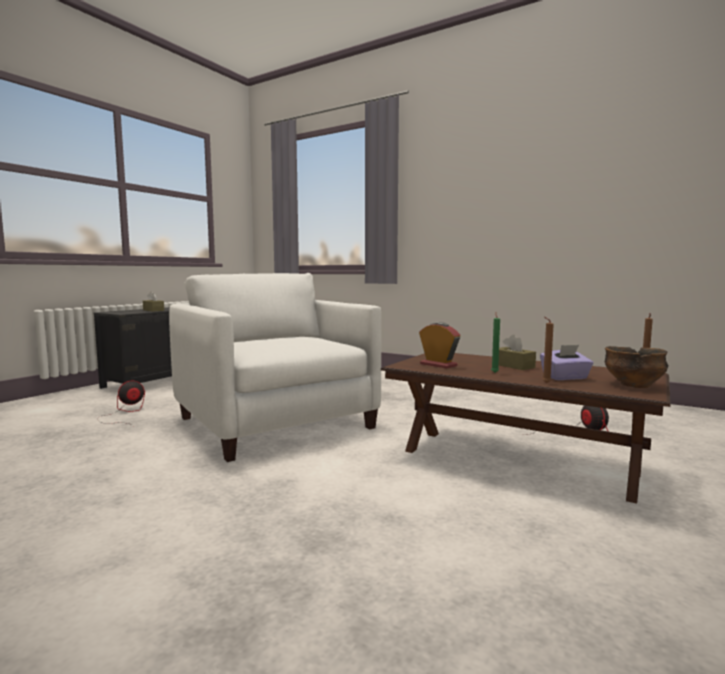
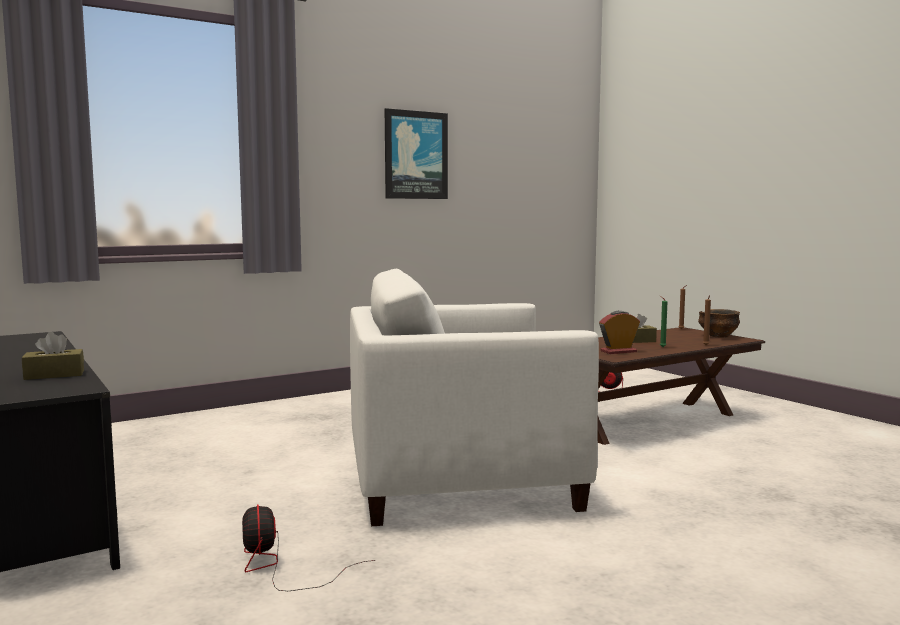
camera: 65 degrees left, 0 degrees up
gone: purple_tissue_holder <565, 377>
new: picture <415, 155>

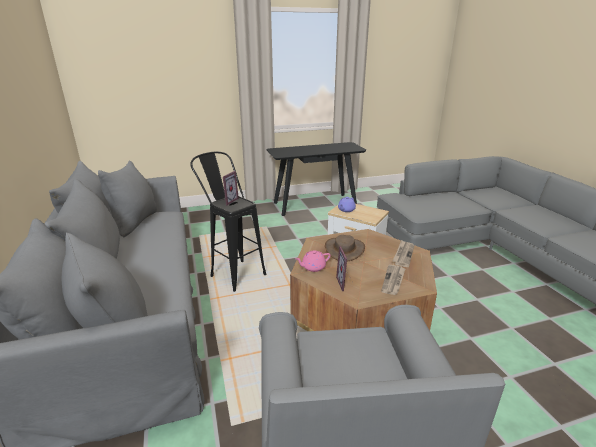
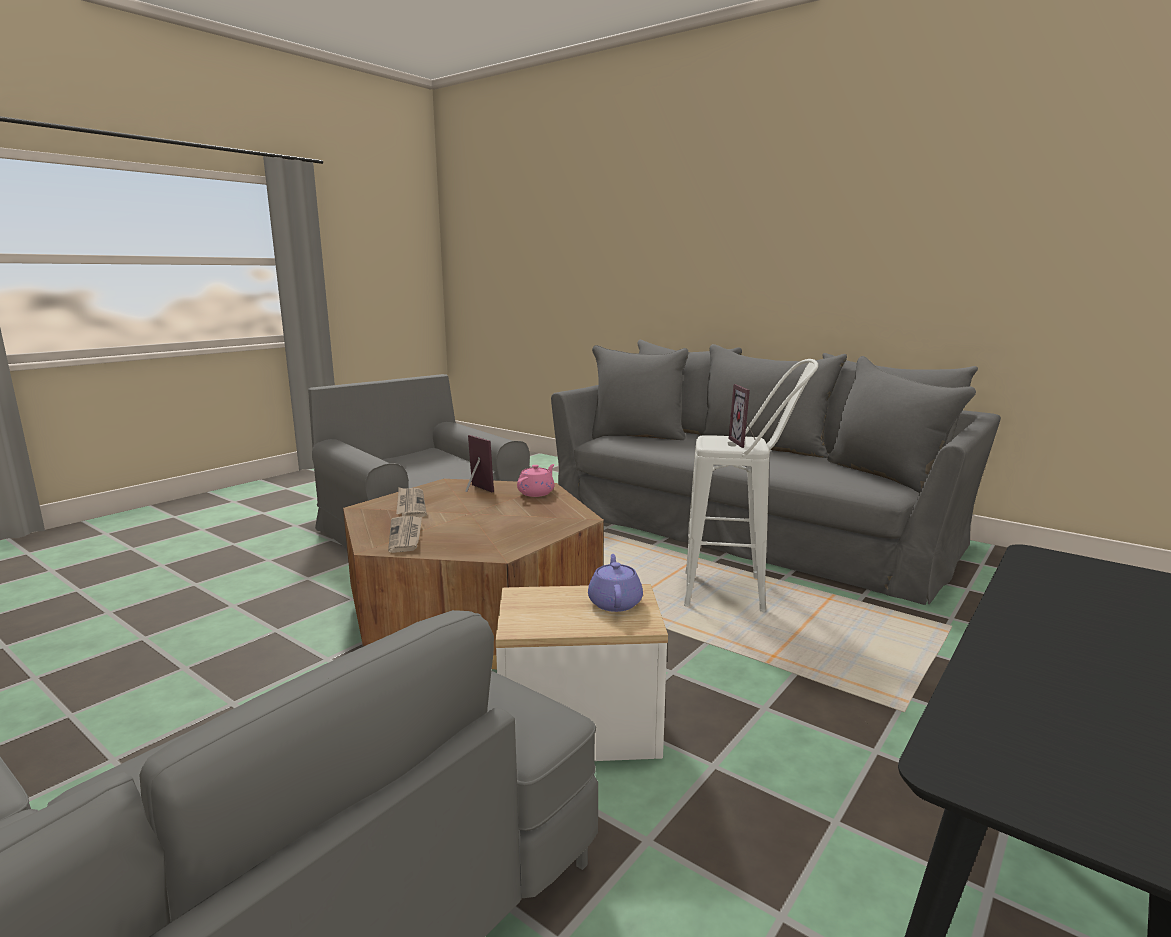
camera: 145 degrees right, 10 degrees down
gone: brownish_clothing_hat <344, 249>
repainted: black-coloured_sitting_stool <233, 272> to white-coloured_sitting_stool <739, 593>

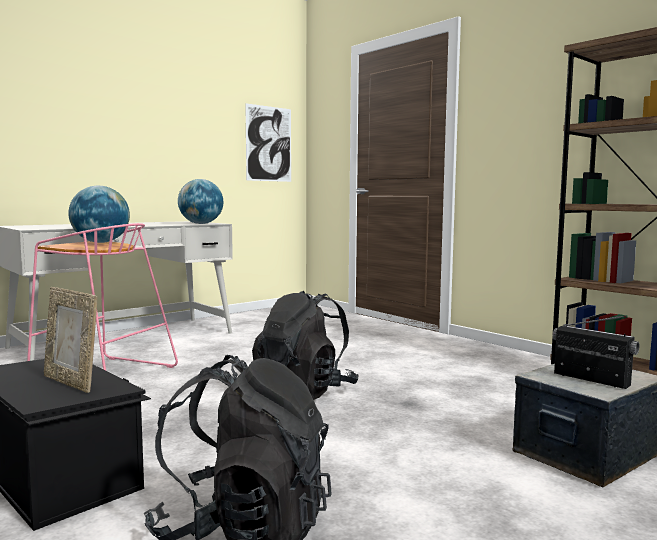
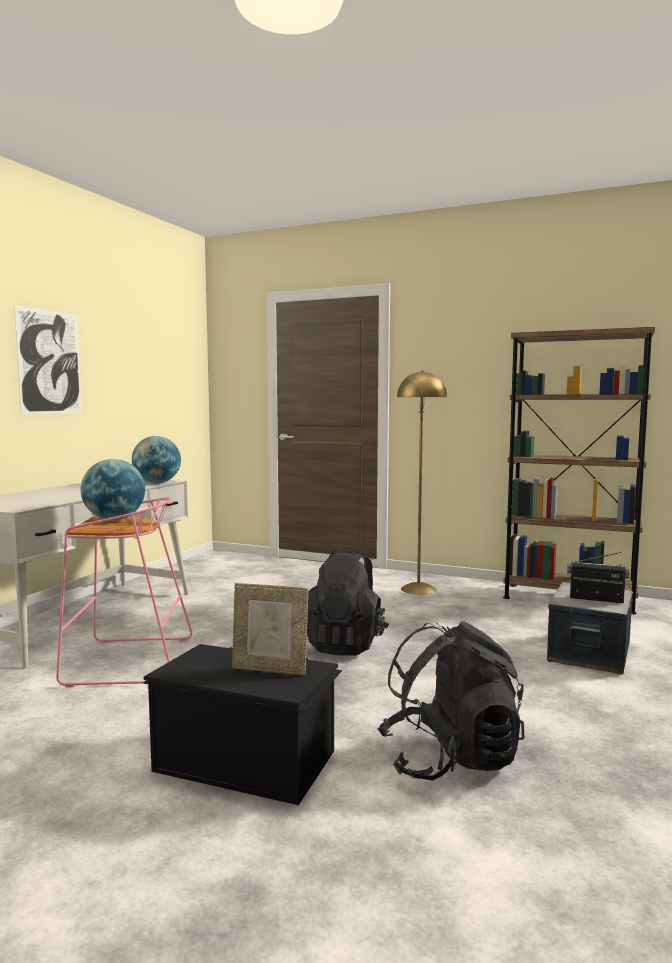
camera: 25 degrees left, 0 degrees up
new: yellowish_standing_lamp <418, 589>
shifted: picture <269, 144> to <50, 362>

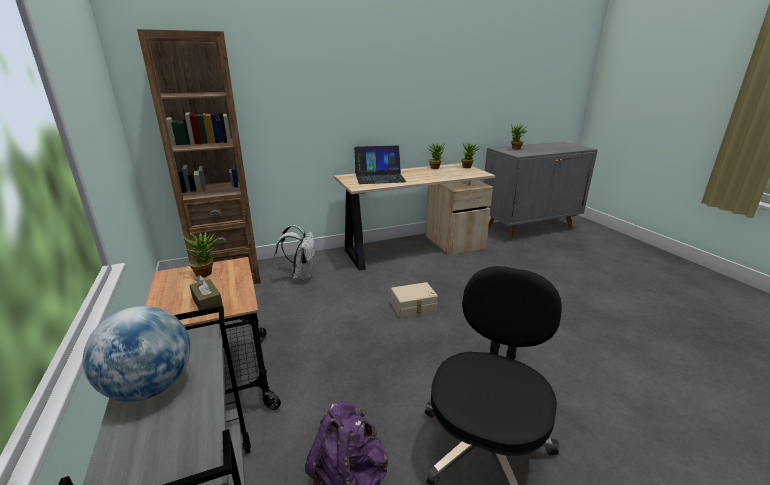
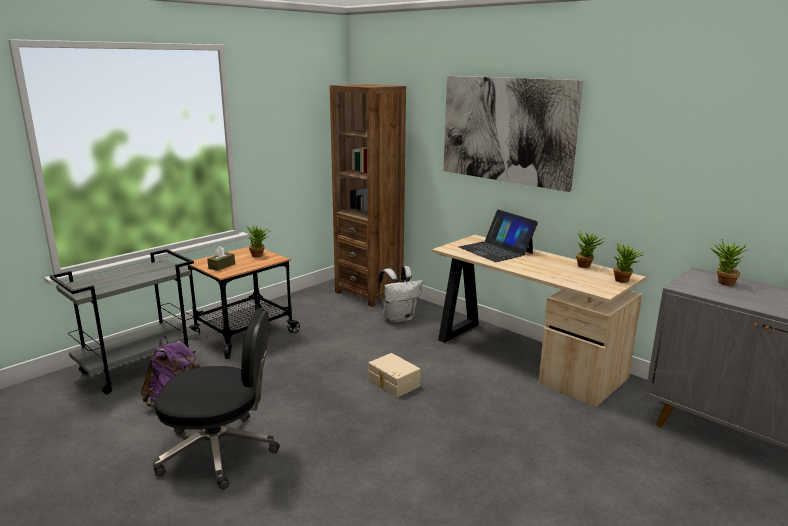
camera: 65 degrees right, 5 degrees down
gone: globe <151, 387>
new: picture <507, 130>

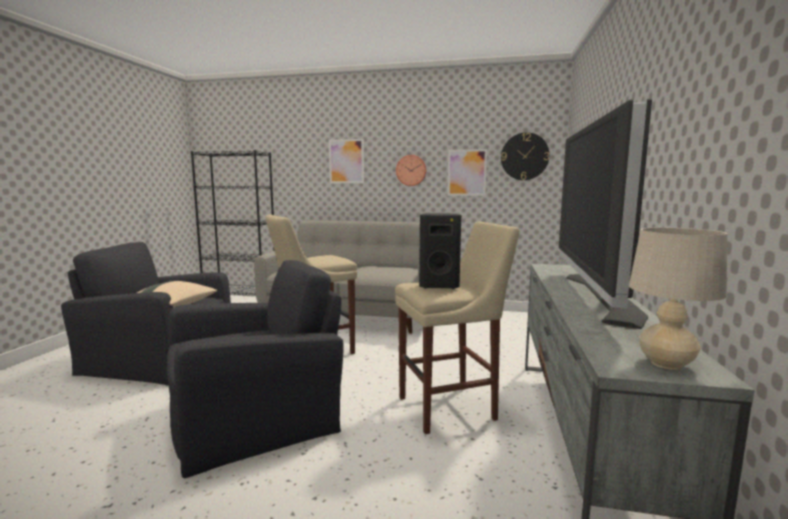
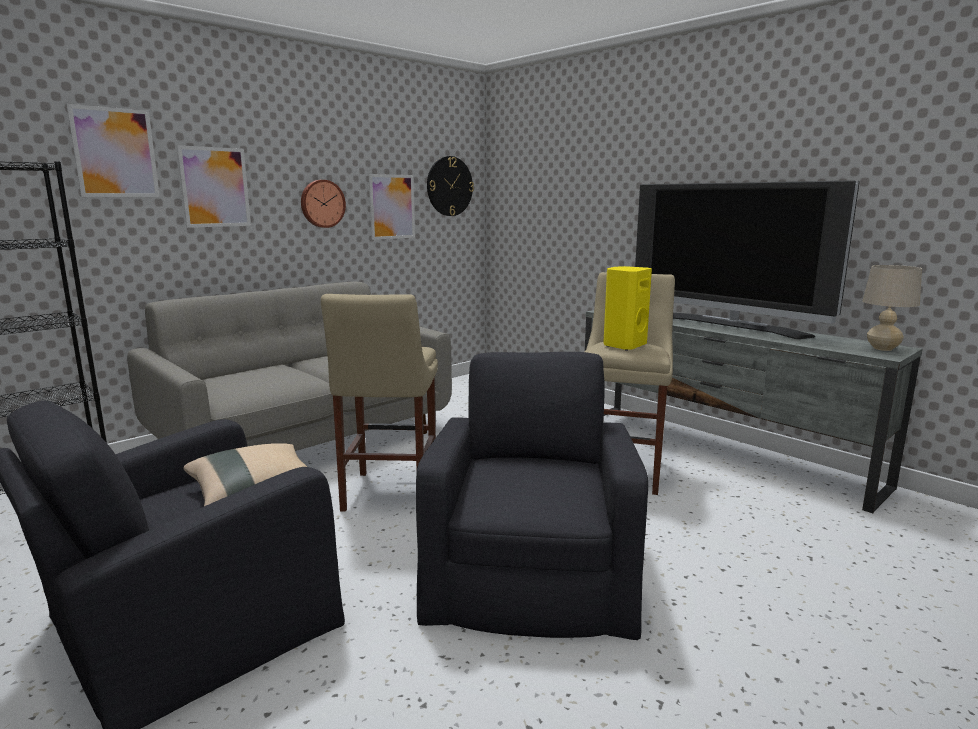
camera: 55 degrees left, 5 degrees up
new: picture <115, 153>
repainted: black-coloured_speaker <438, 286> to yellowish_speaker <623, 345>

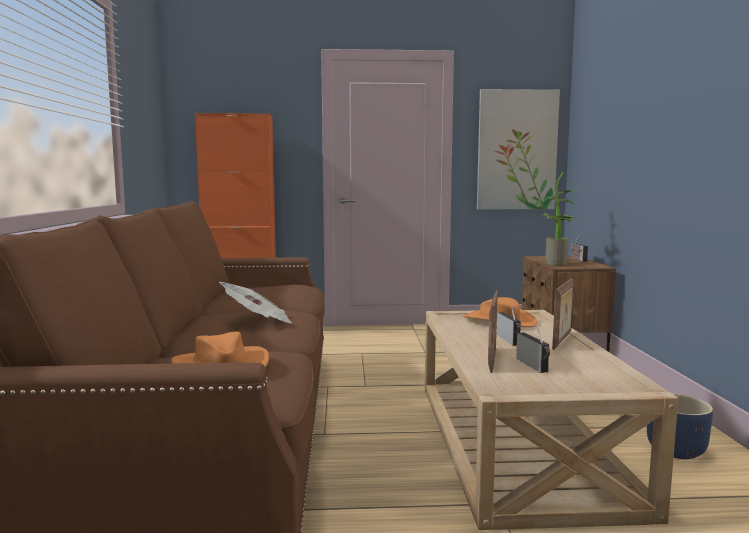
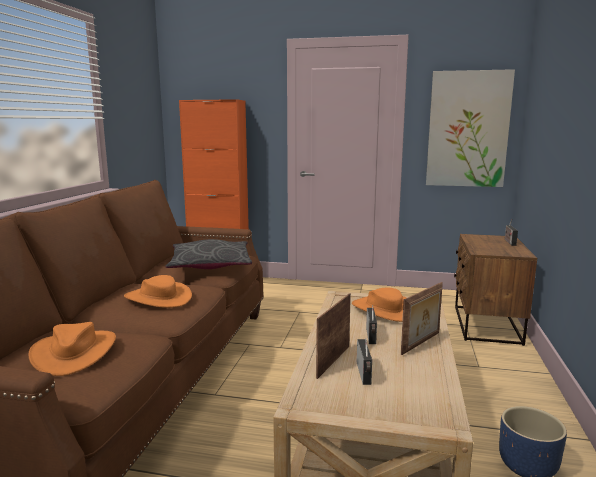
camera: 15 degrees right, 5 degrees up
gone: houseplant <558, 264>
new: grey_throw_pillow <210, 265>
swapped: printed_paper <258, 321> to orange-coloured_clothing_hat <158, 298>

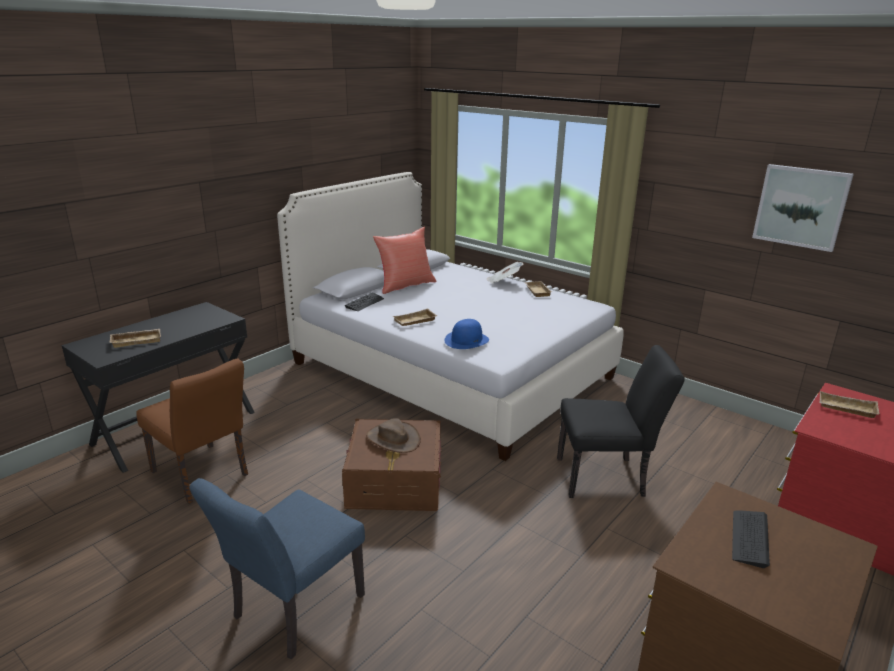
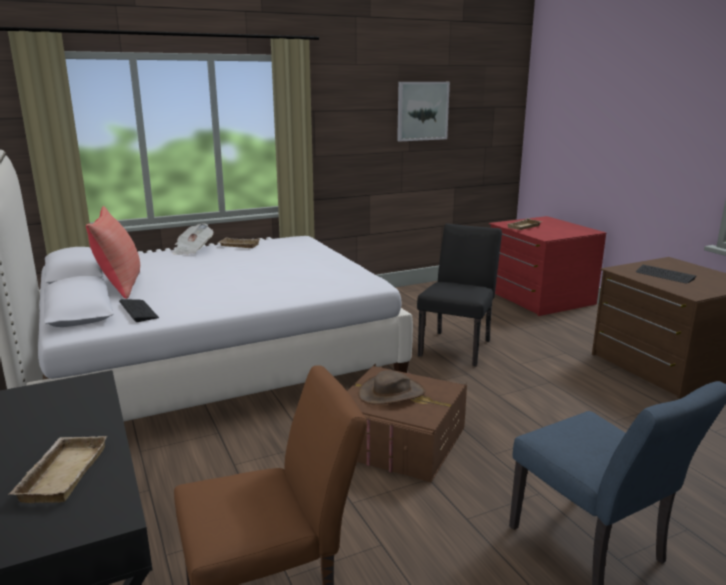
camera: 65 degrees left, 5 degrees down
gone: beige_tray <415, 321>; blue_clothing_hat <466, 340>

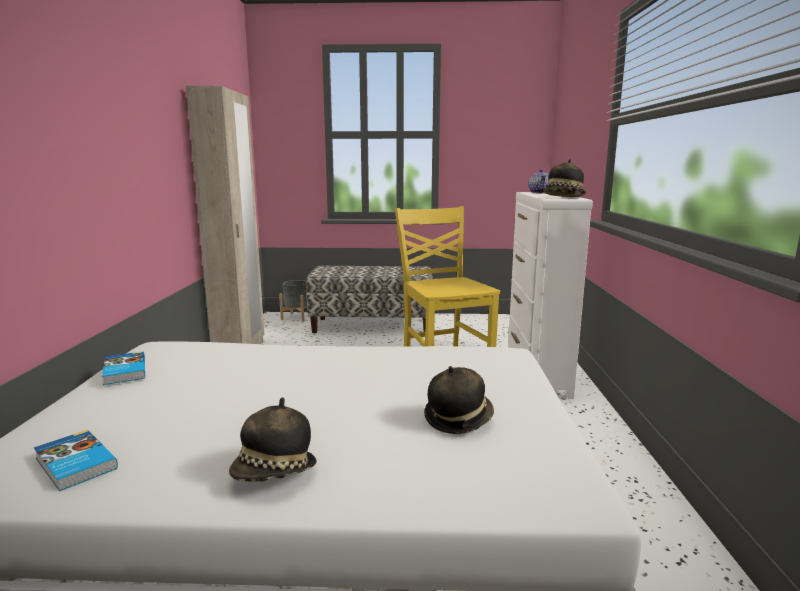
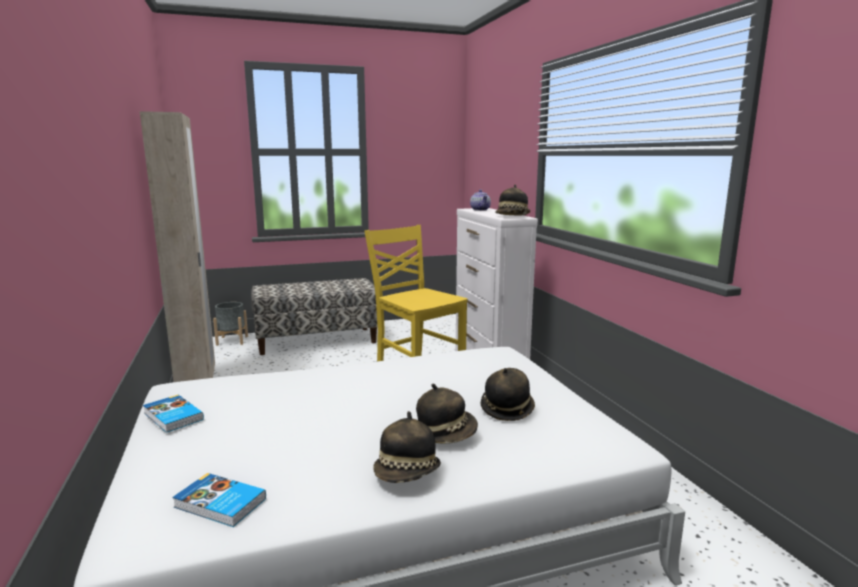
camera: 20 degrees left, 0 degrees up
new: clothing_hat <446, 434>

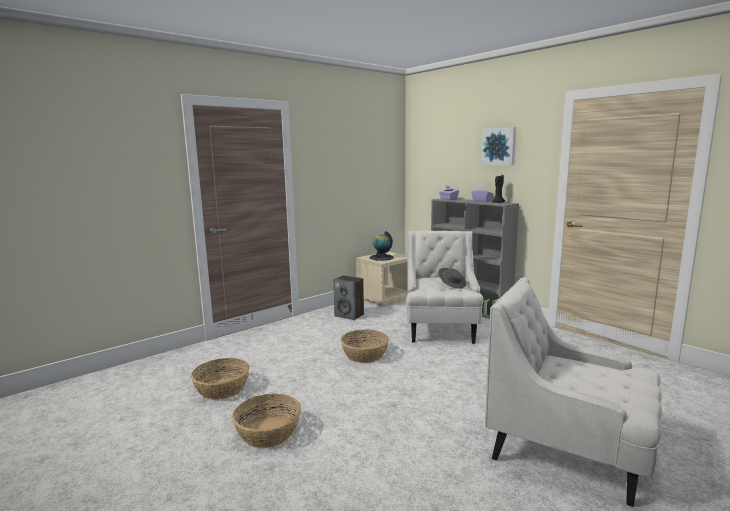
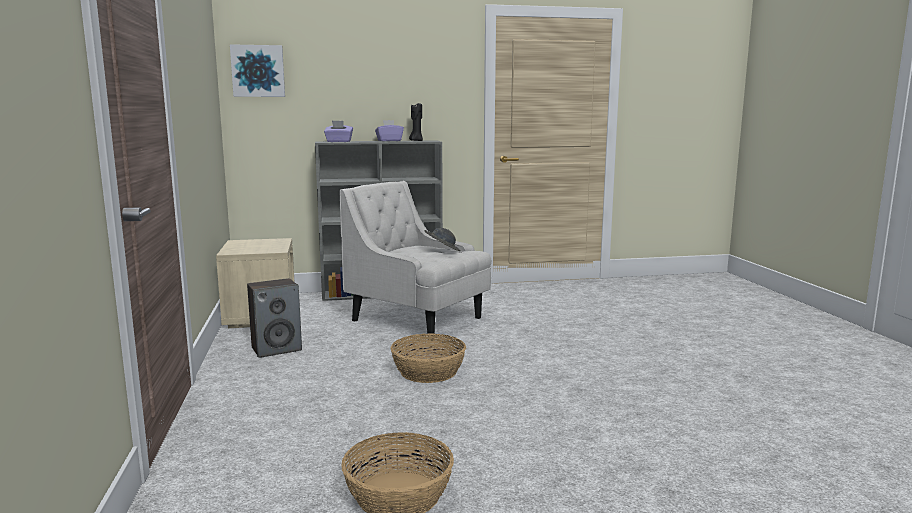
camera: 60 degrees left, 0 degrees up
gone: basket <268, 432>; globe <381, 257>; white-coloured_easy_chair <568, 452>
shifted: picture <499, 146> to <258, 71>

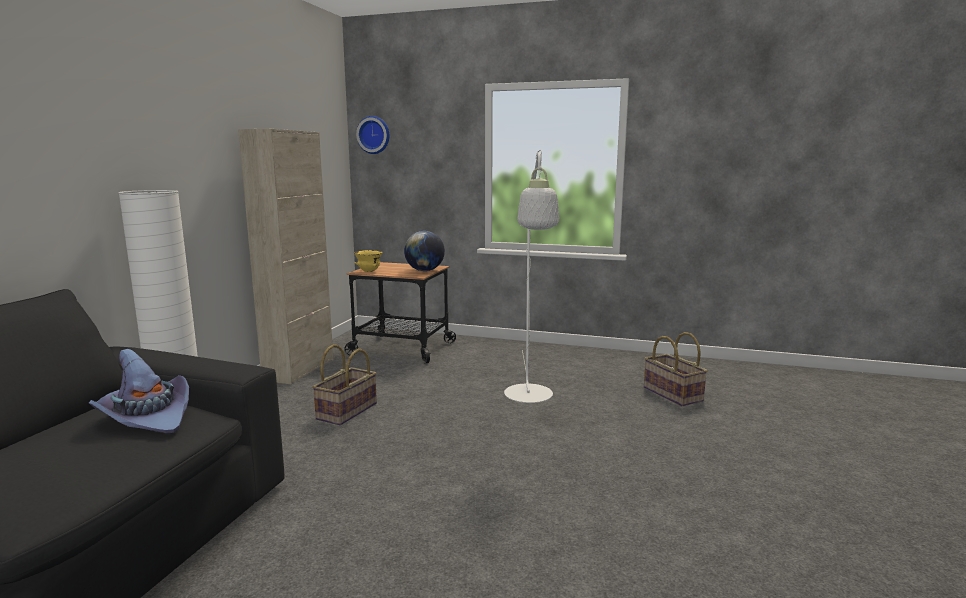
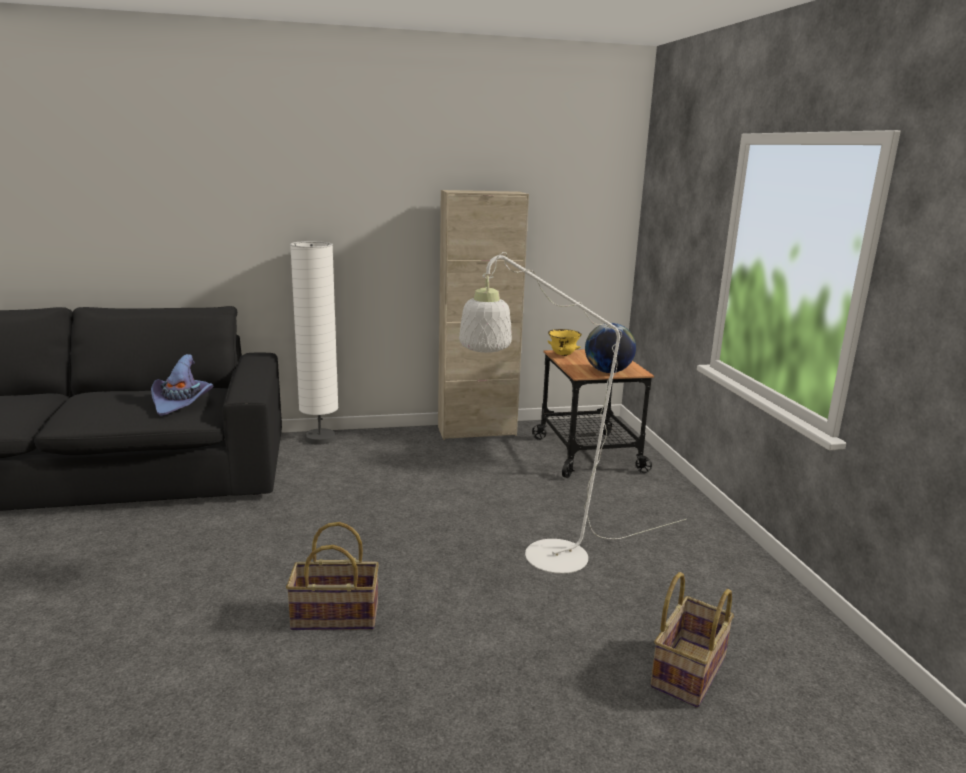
camera: 60 degrees right, 5 degrees up
gone: clock_on_the_wall <374, 135>
shifted: basket <347, 412> to <334, 617>

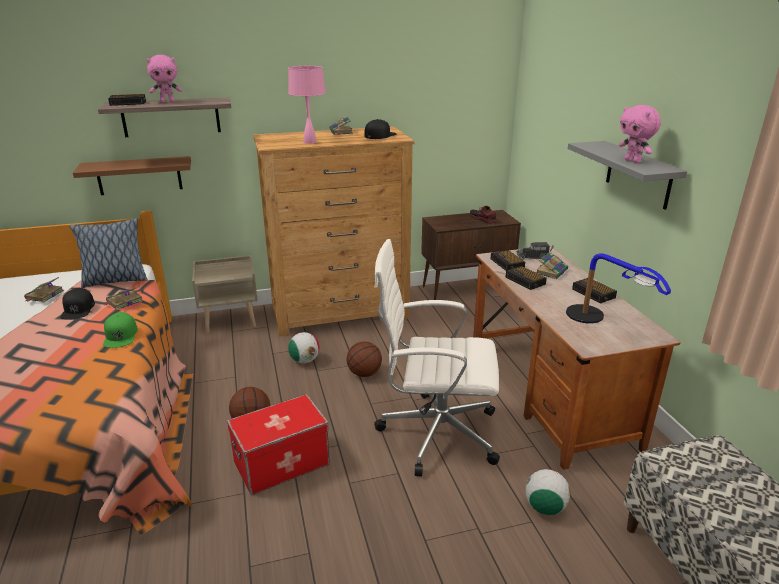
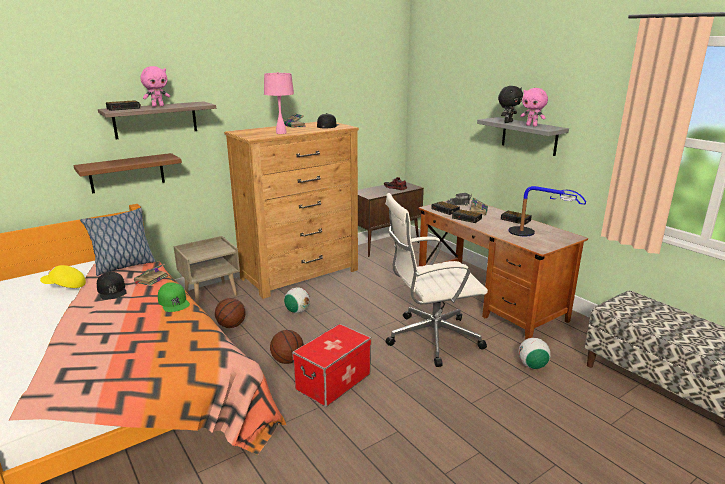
camera: 20 degrees left, 5 degrees down
new: black-coloured_plush_toy <507, 122>
shifted: basketball <364, 373> to <231, 326>
swapped: bound_book <44, 295> to yellowish_cap <65, 286>

